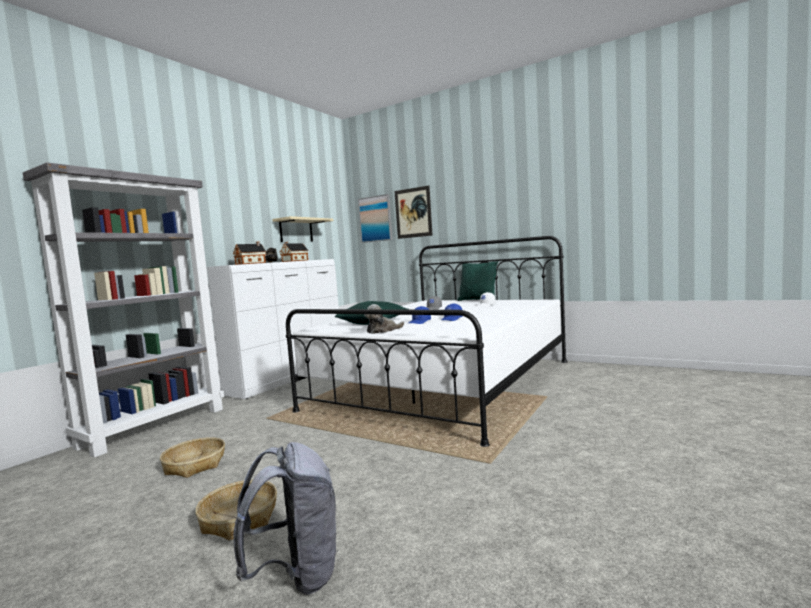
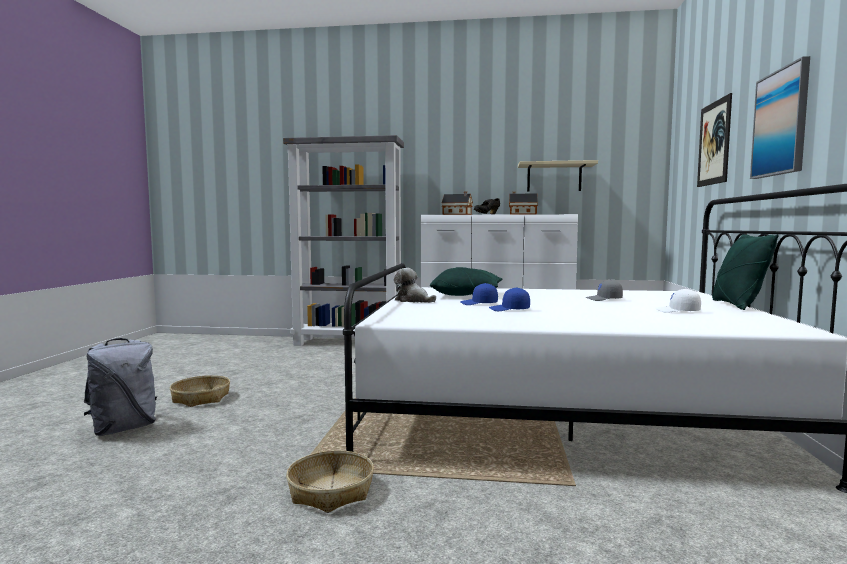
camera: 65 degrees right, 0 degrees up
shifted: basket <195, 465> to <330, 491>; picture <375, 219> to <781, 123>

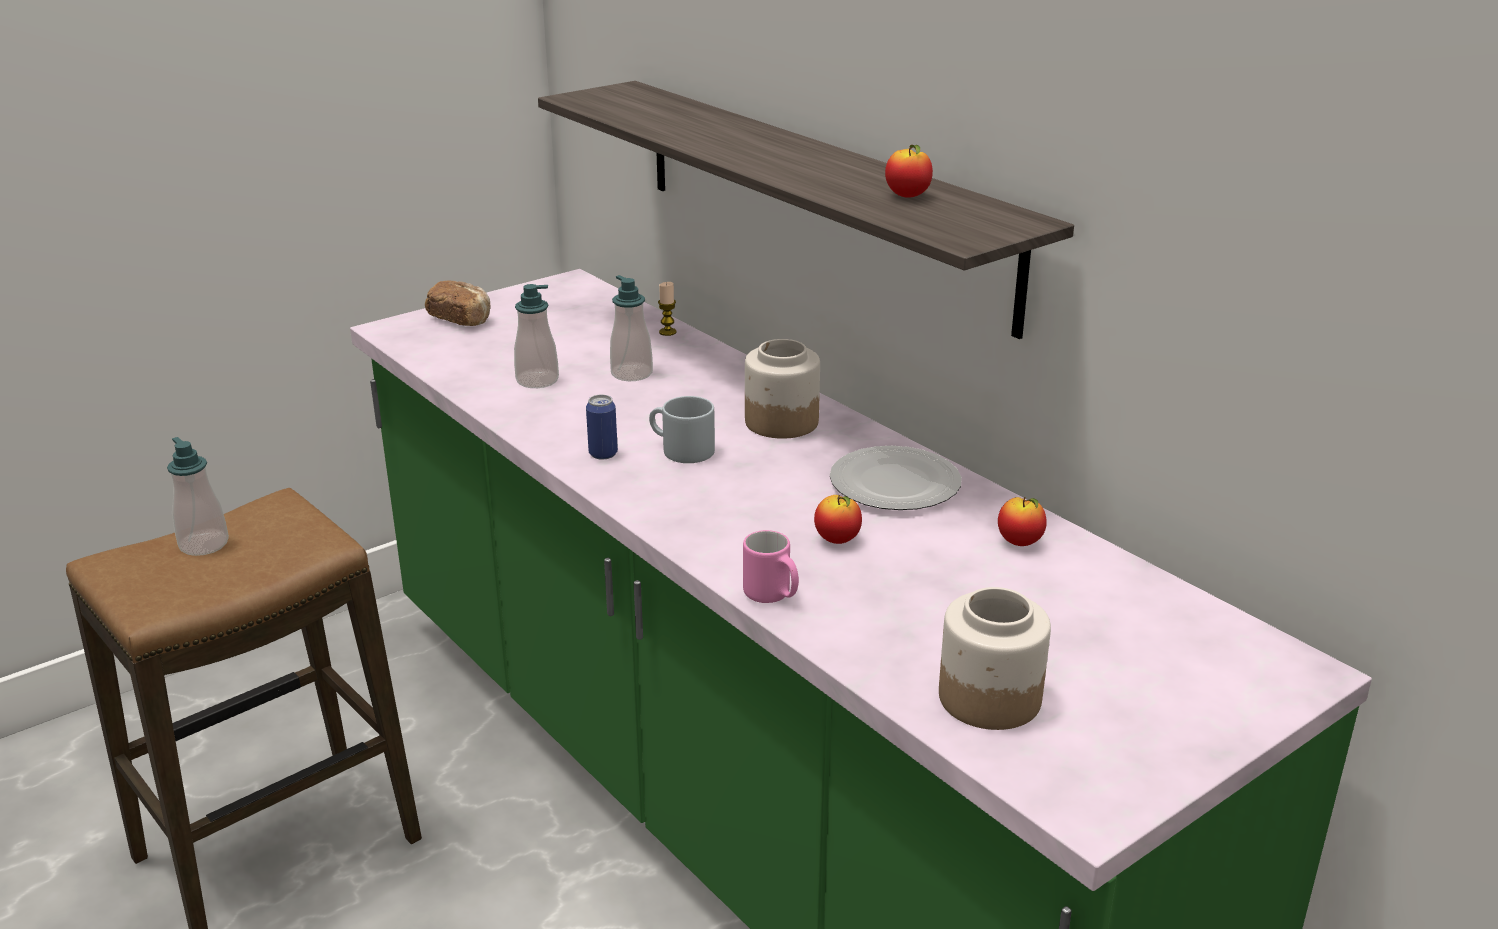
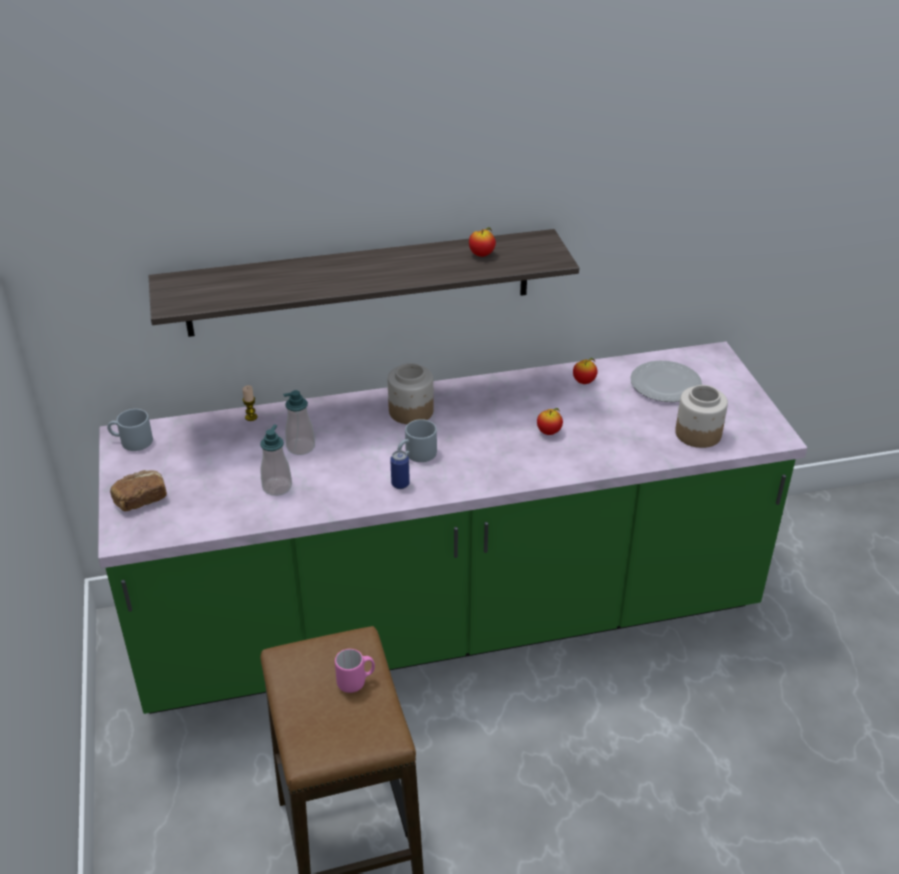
camera: 65 degrees left, 10 degrees up
gone: soap_bottle <204, 544>
new: grey_tea_mug <131, 441>
shifted: pink-coloured_tea_mug <772, 596> to <356, 681>; plate <896, 483> to <665, 384>

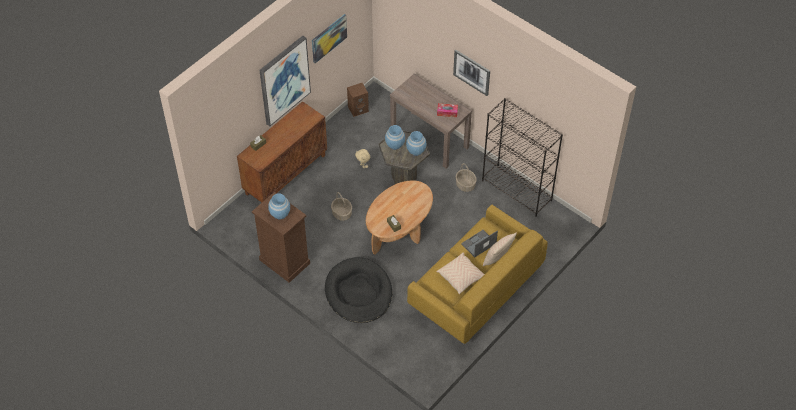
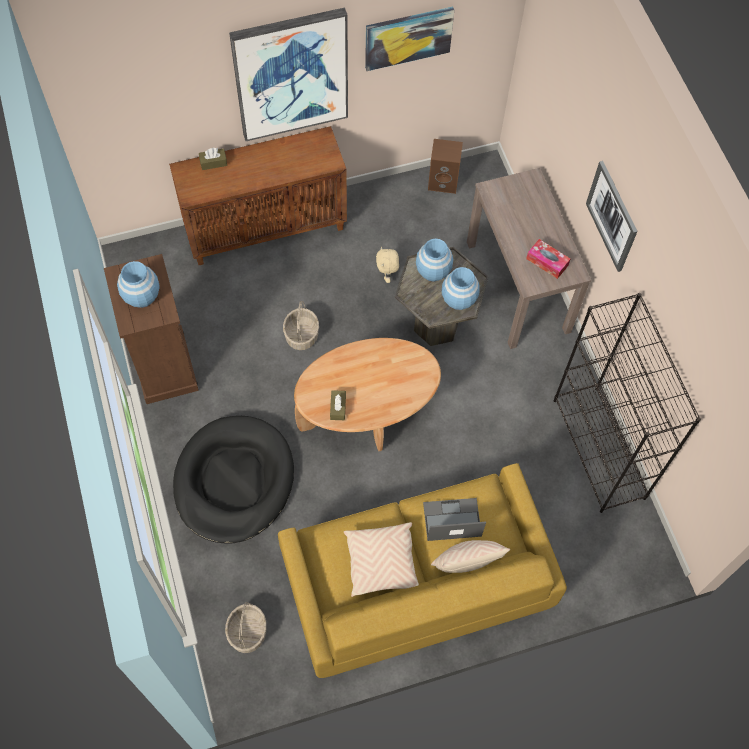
camera: 30 degrees right, 10 degrees up
shifted: basket <465, 185> to <248, 633>

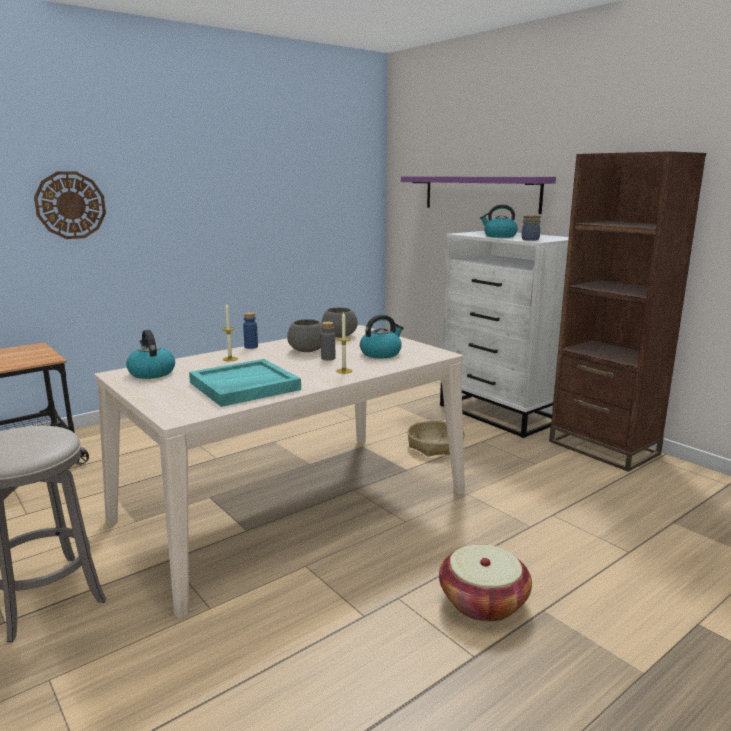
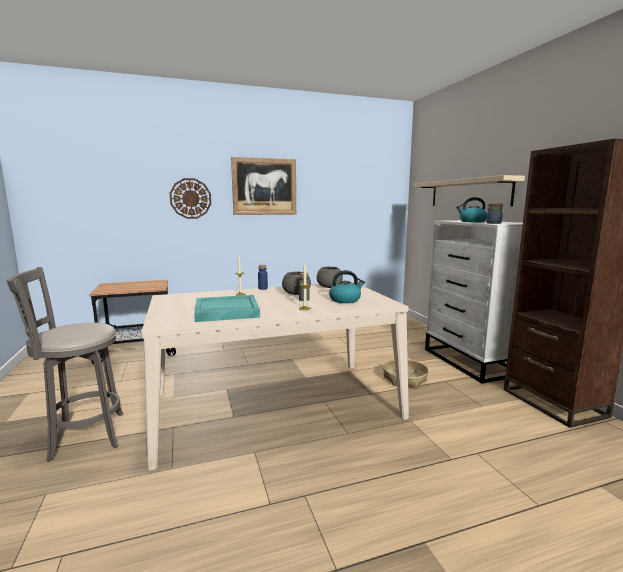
camera: 20 degrees right, 5 degrees down
gone: water_kettle <151, 373>; basket <483, 602>
new: picture <264, 186>
repainted: purple_shelf <480, 193> to beige_shelf <468, 193>

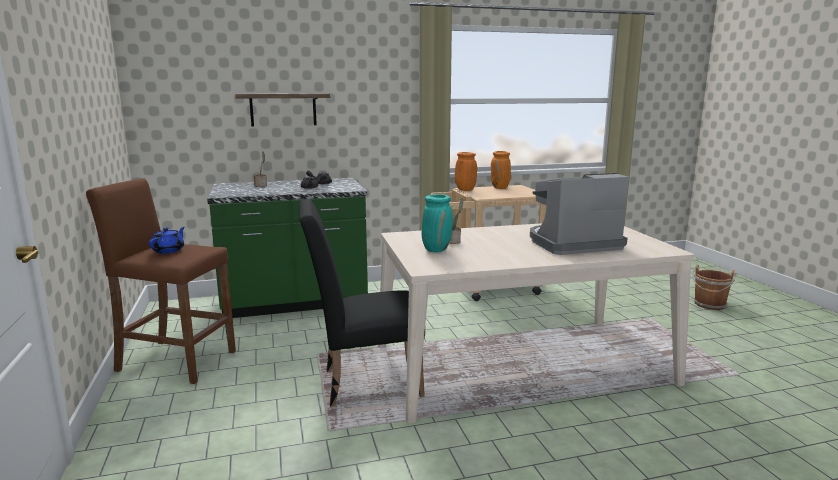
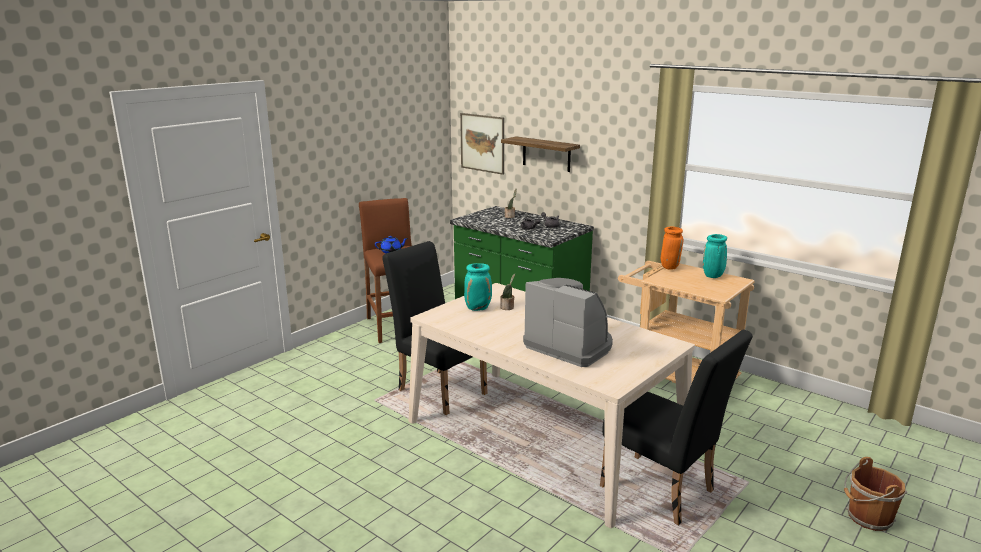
camera: 55 degrees right, 5 degrees up
new: picture <482, 143>; black-coloured_chair <664, 493>
repainted: orange-coloured_vase <500, 188> to turquoise-coloured_vase <713, 276>

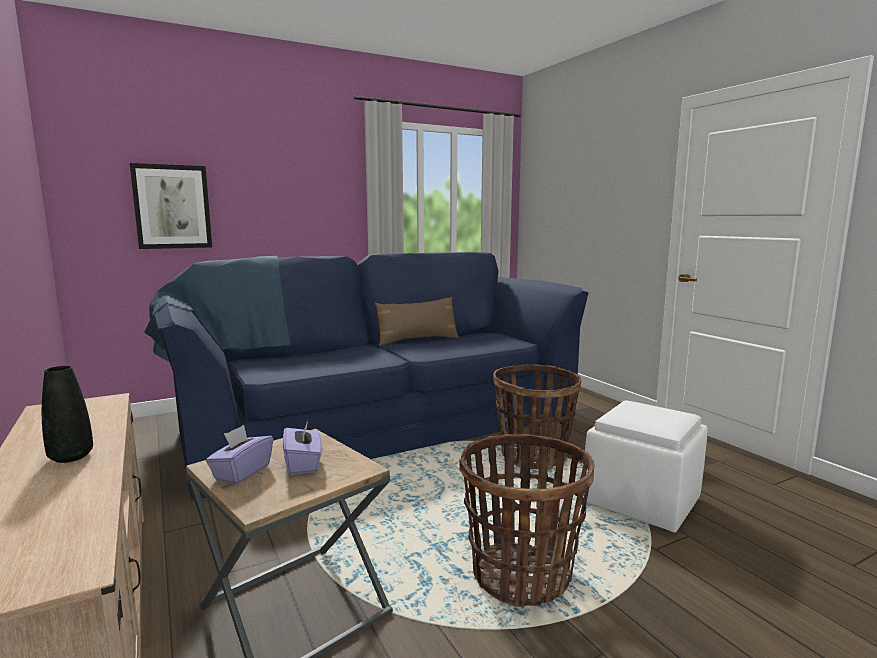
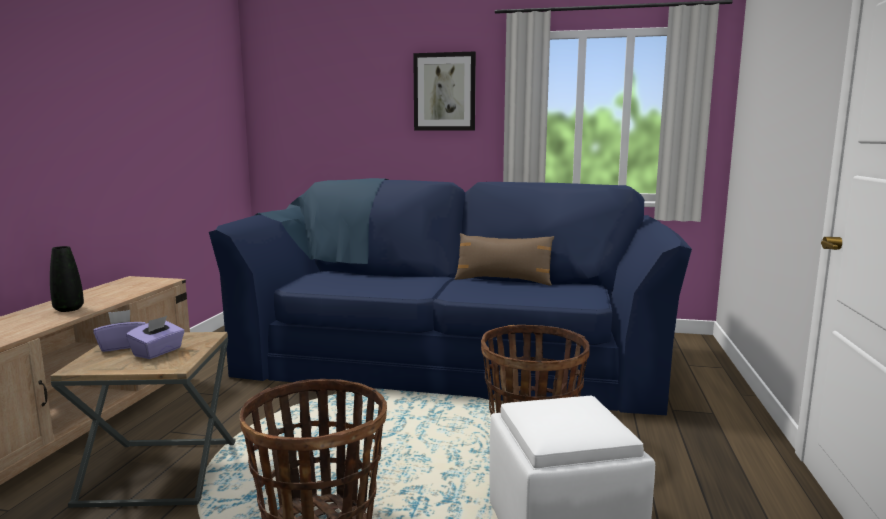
camera: 40 degrees right, 0 degrees up
shifted: picture <172, 207> to <444, 92>

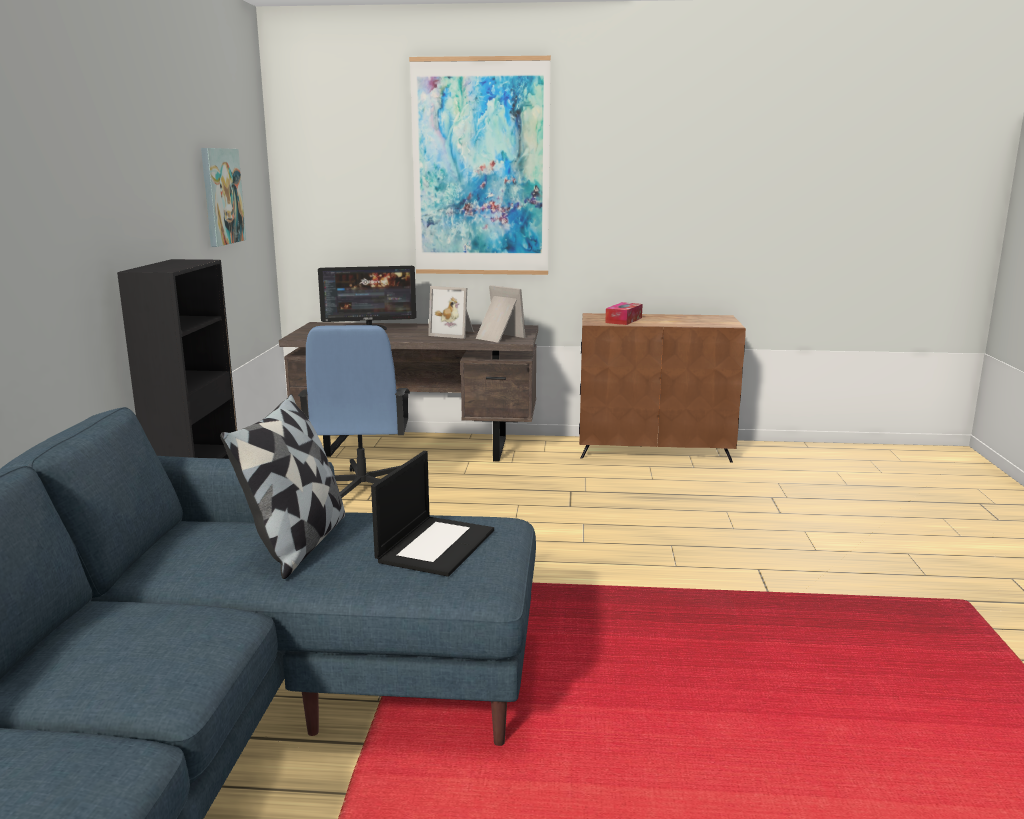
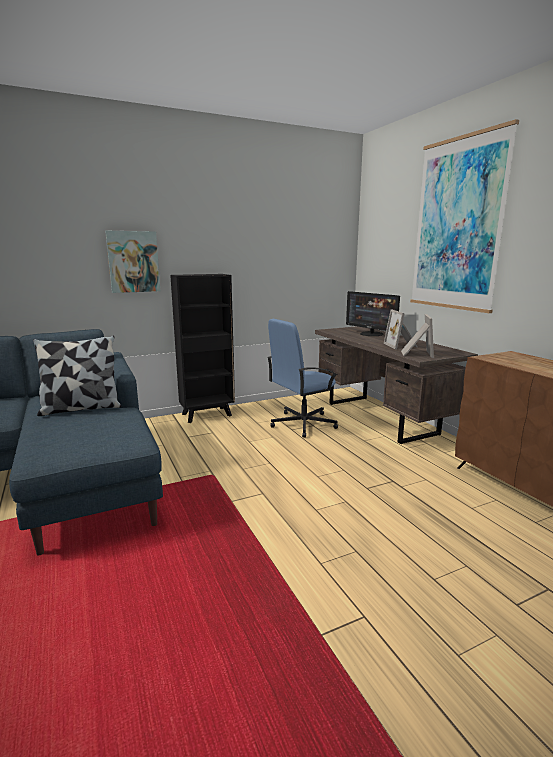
camera: 60 degrees right, 0 degrees up
gone: notebook_computer <435, 545>; tissue_holder <623, 320>
shifted: picture <221, 196> to <133, 262>

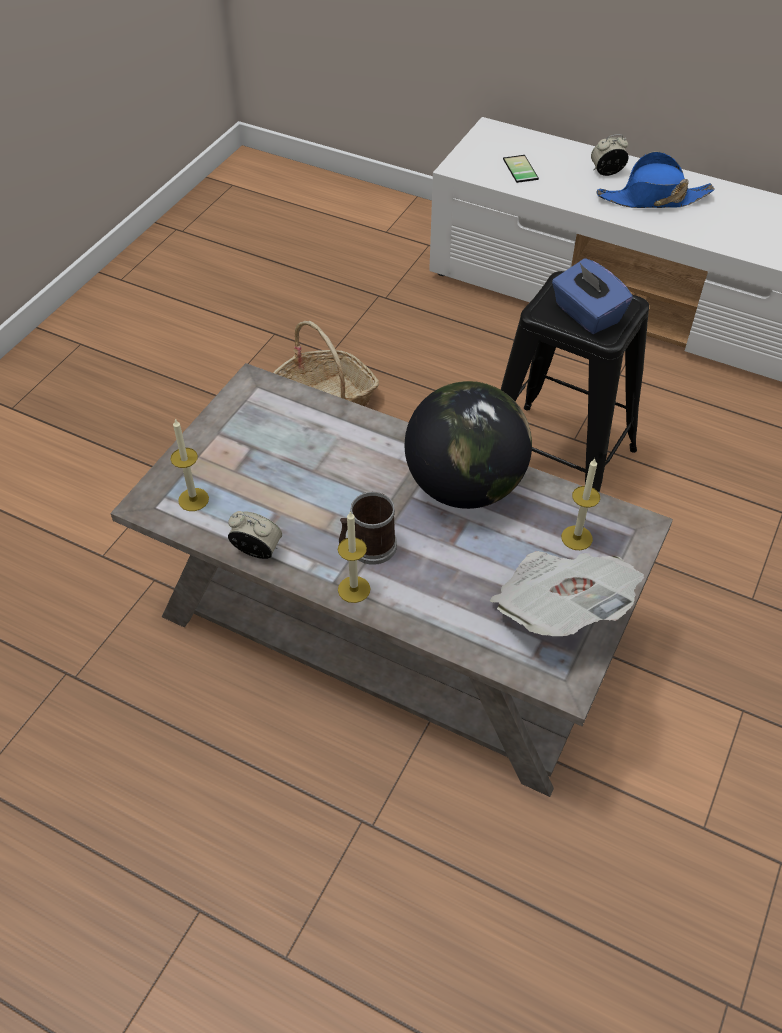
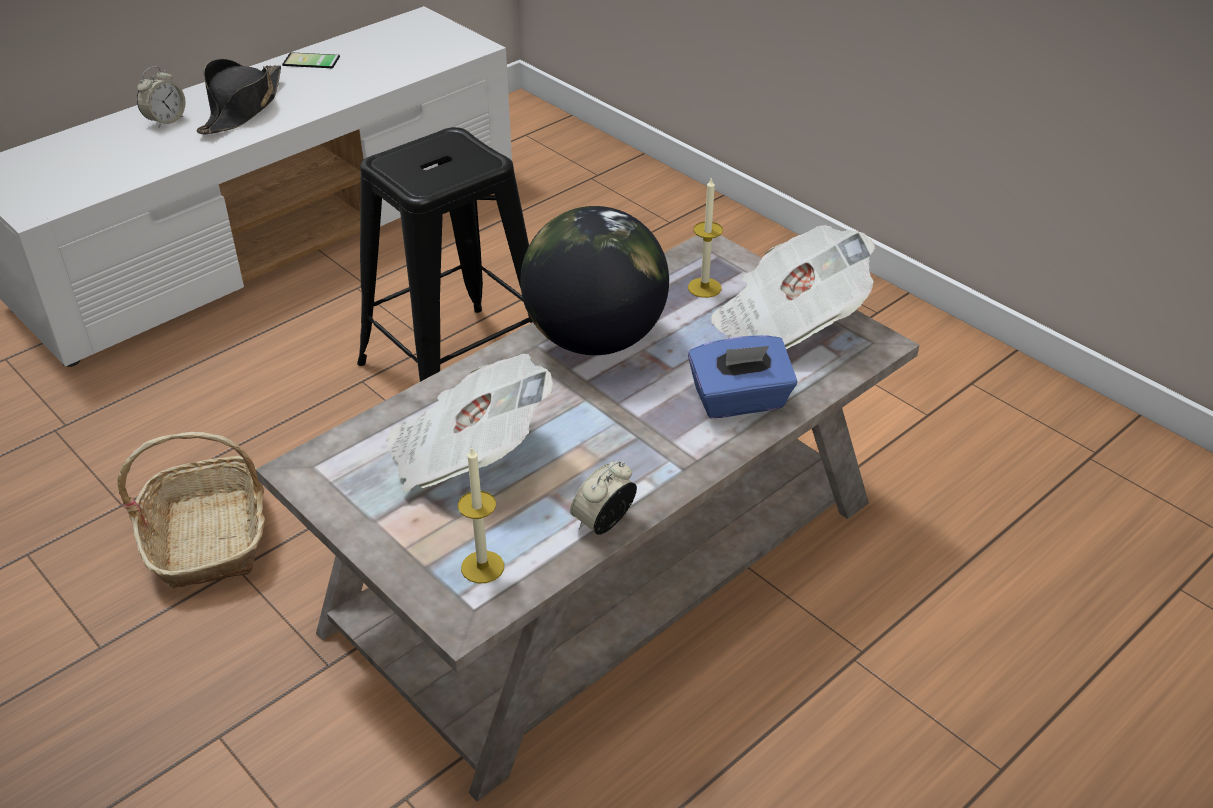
camera: 70 degrees left, 10 degrees down
gone: wax_light <354, 589>; tea_mug <367, 547>
new: printed_paper <467, 455>
shifted: telephone <518, 169> to <310, 62>; blue_tissue_holder <586, 314> to <740, 401>
repainted: blue_clothing_hat <653, 199> to black-coloured_clothing_hat <242, 108>
rotated: table_clock <606, 172> = <166, 121> 150 degrees counterclockwise

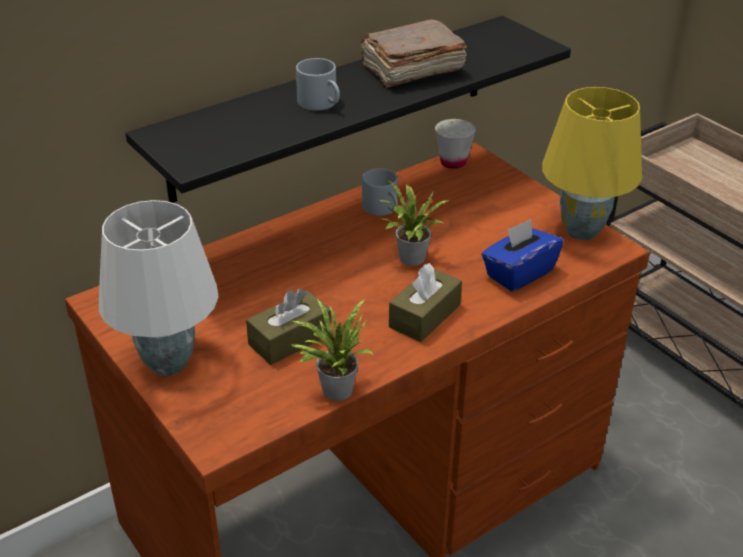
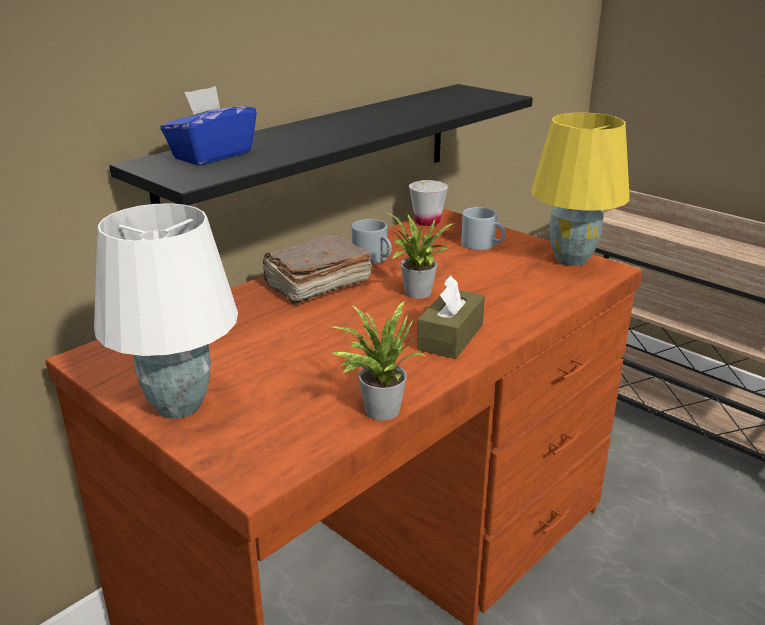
camera: 10 degrees left, 10 degrees down
gone: brownish_tissue_holder <290, 339>
shifted: grey_tea_mug <322, 103> to <483, 245>; brownish_bound_book <410, 69> to <316, 285>; blue_tissue_holder <519, 273> to <212, 155>

